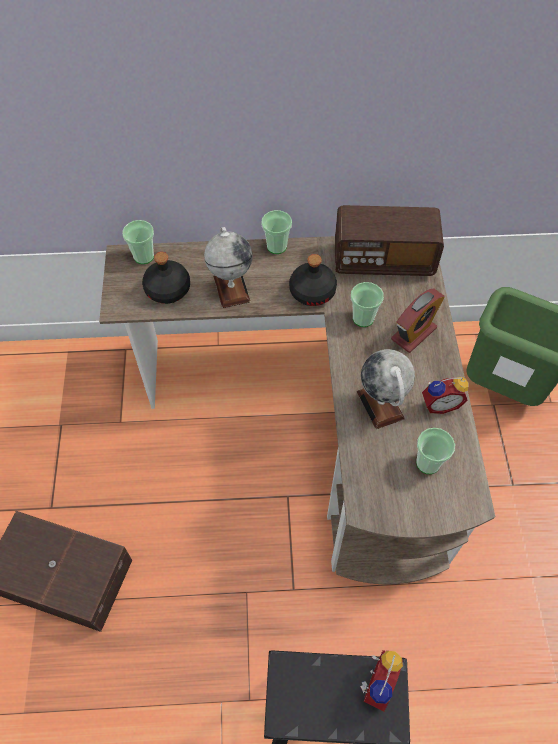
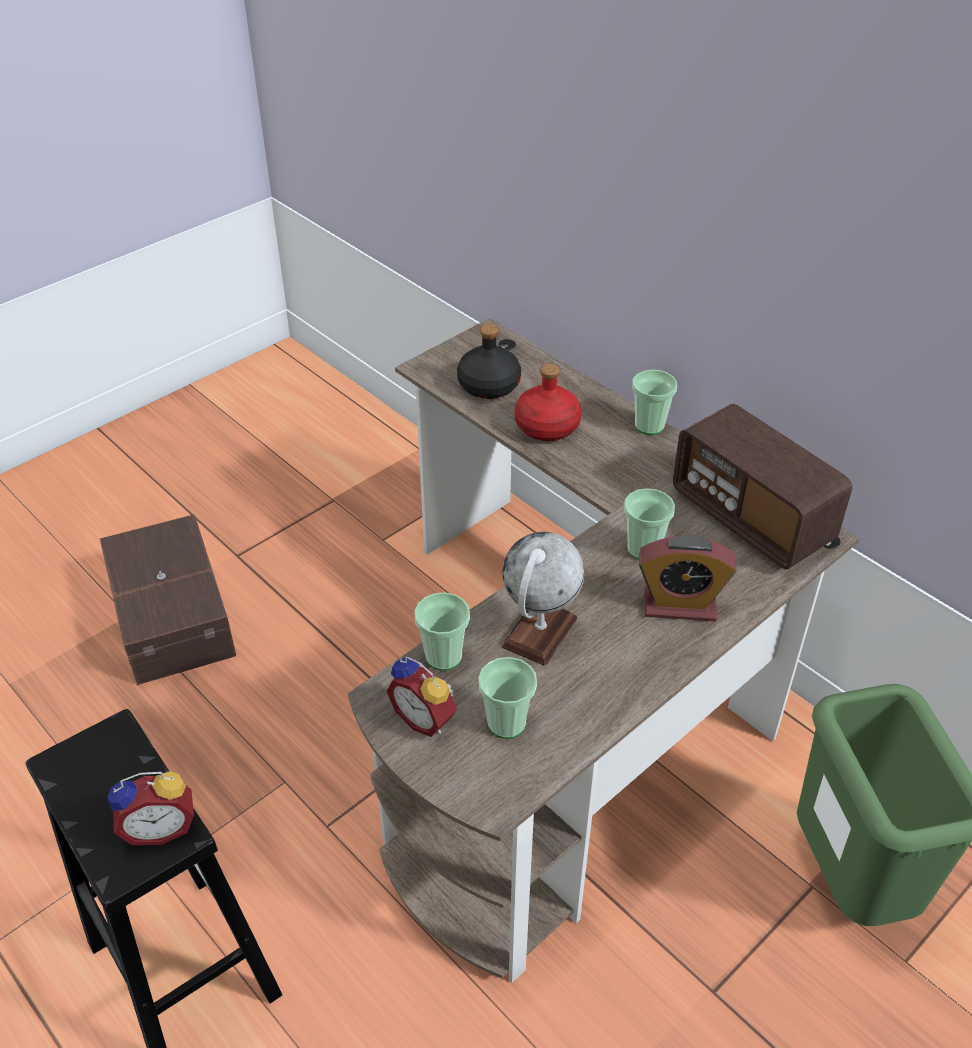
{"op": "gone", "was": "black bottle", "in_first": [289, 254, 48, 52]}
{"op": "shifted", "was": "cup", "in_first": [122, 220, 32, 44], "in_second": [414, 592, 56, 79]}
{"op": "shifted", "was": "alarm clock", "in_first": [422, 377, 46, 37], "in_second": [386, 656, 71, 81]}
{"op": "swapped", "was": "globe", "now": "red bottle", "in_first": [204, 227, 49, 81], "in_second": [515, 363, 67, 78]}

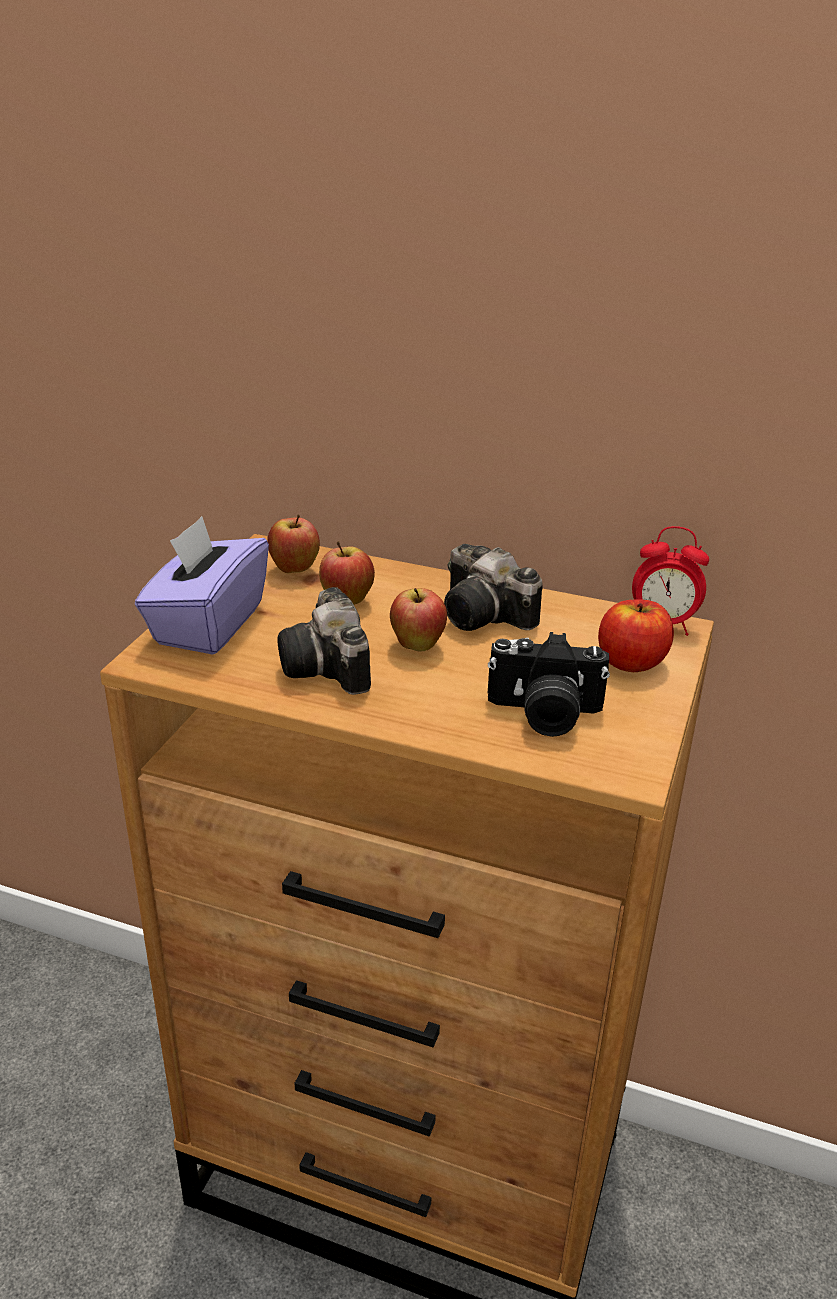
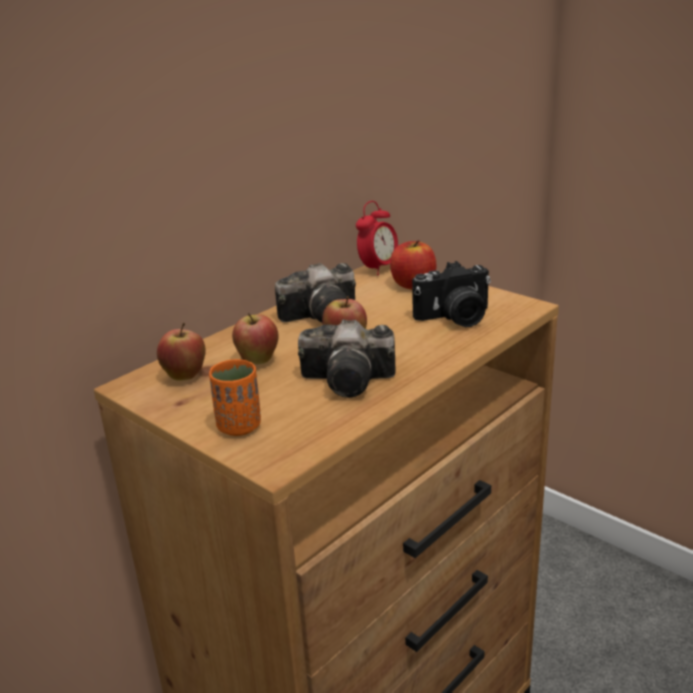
{"op": "swapped", "was": "purple tissue box", "now": "orange cup", "in_first": [135, 516, 134, 139], "in_second": [209, 359, 52, 77]}
{"op": "rotated", "was": "photo camera", "in_first": [488, 632, 122, 105], "in_second": [412, 261, 79, 66], "clockwise": 45}

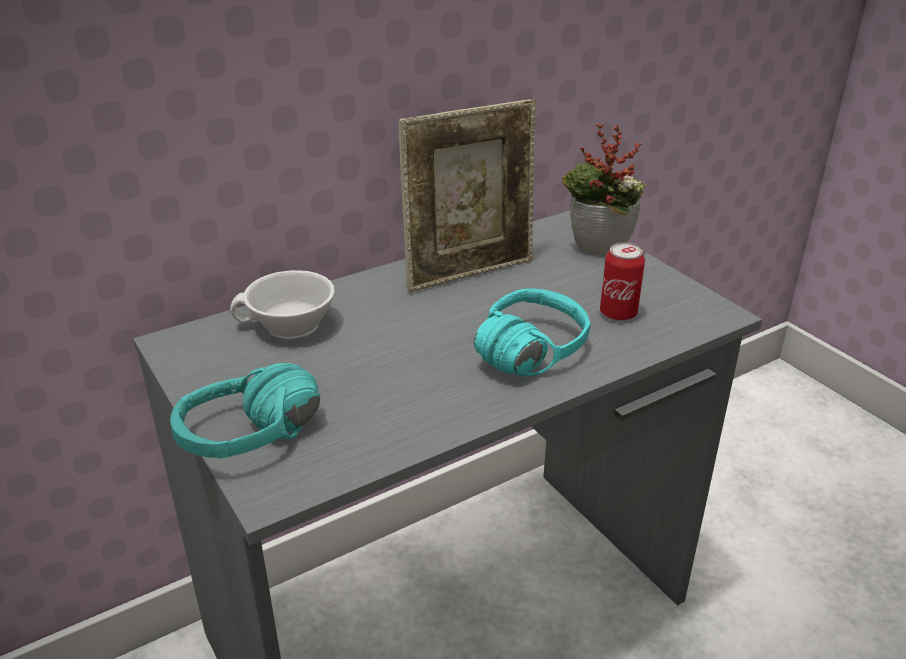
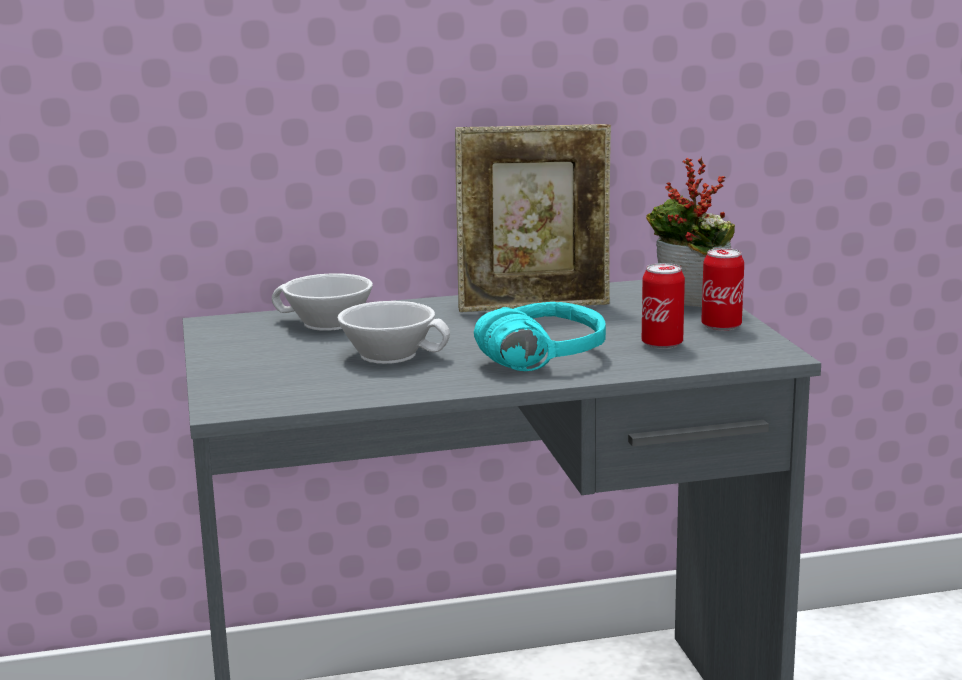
{"op": "gone", "was": "turquoise headphones", "in_first": [170, 363, 150, 96]}
{"op": "new", "now": "white cup", "in_second": [338, 301, 112, 63]}
{"op": "new", "now": "can", "in_second": [701, 248, 43, 83]}

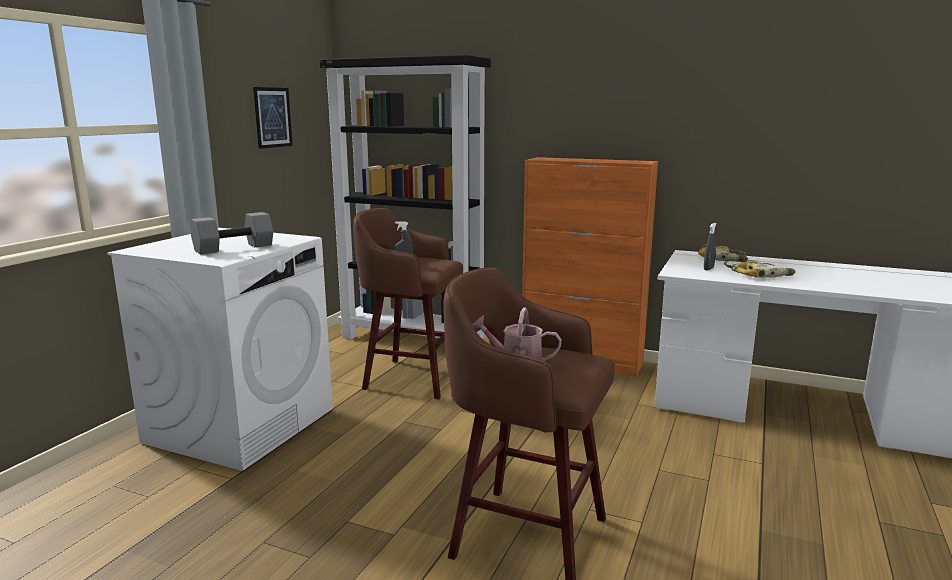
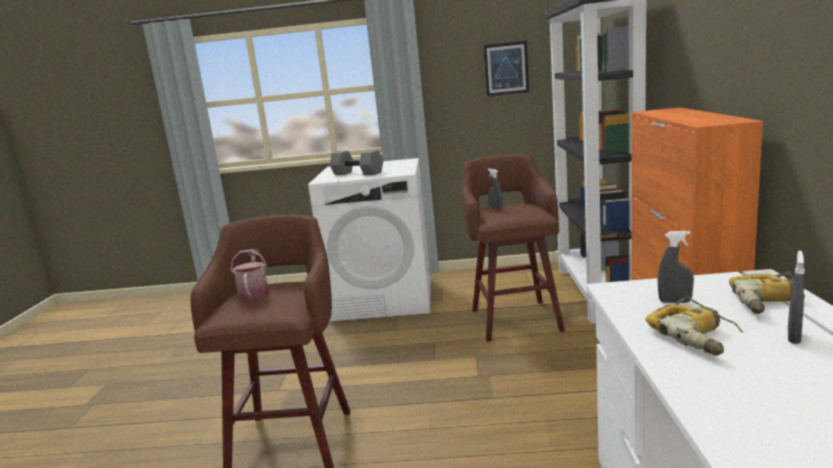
{"op": "new", "now": "grey spray bottle", "in_second": [788, 250, 17, 94]}

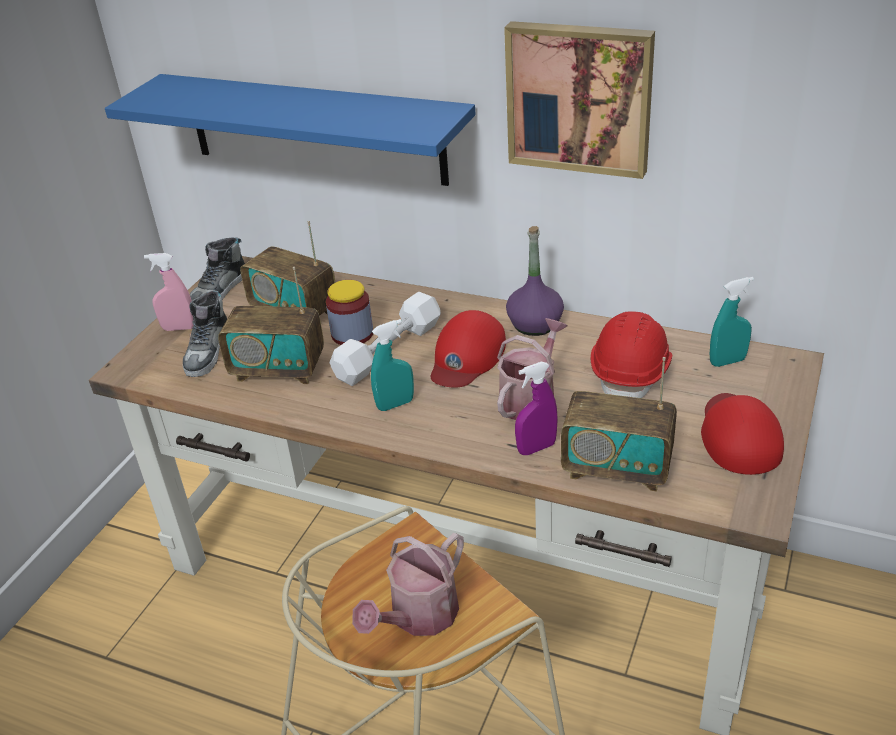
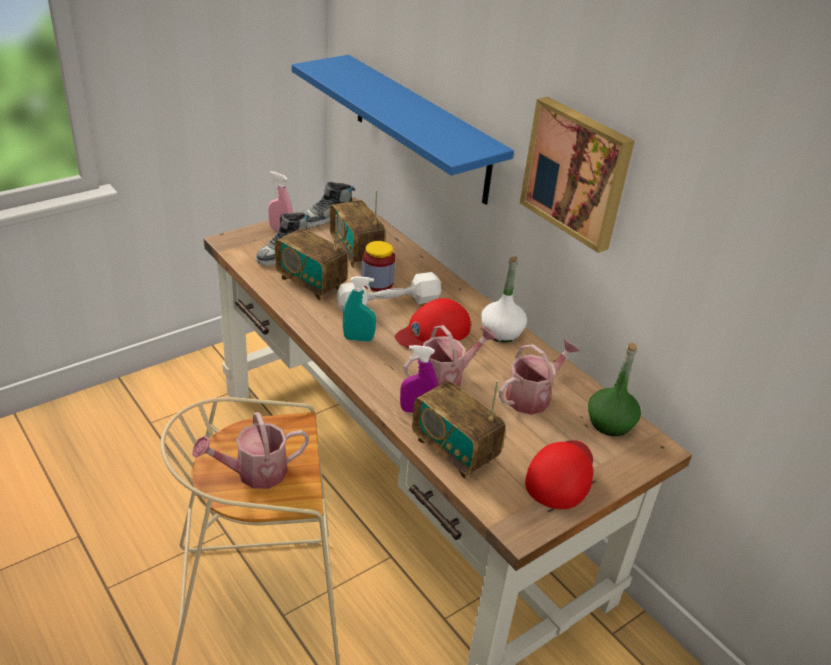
{"op": "swapped", "was": "red hard hat", "now": "watering can", "in_first": [591, 311, 81, 87], "in_second": [499, 339, 81, 76]}
{"op": "swapped", "was": "turquoise spray bottle", "now": "green bottle", "in_first": [710, 277, 44, 90], "in_second": [588, 343, 53, 93]}
{"op": "repainted", "was": "purple bottle", "now": "white bottle", "in_first": [506, 226, 58, 110], "in_second": [481, 257, 46, 85]}

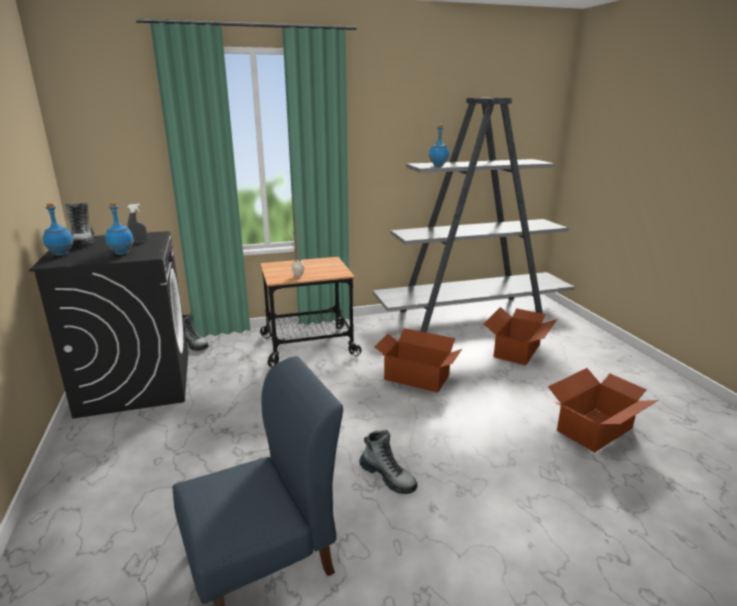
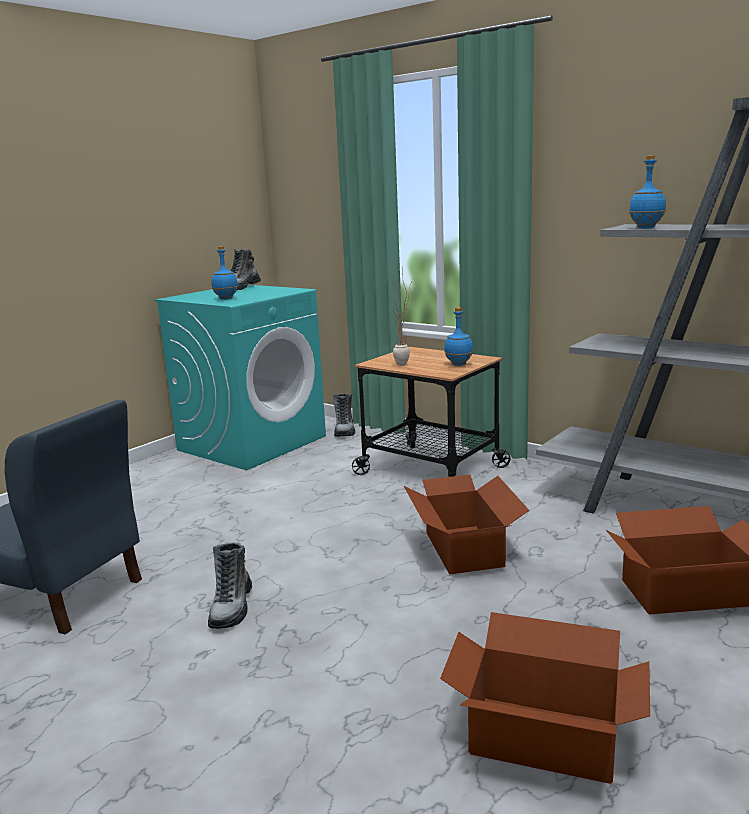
{"op": "gone", "was": "grey spray bottle", "in_first": [127, 204, 20, 40]}
{"op": "shifted", "was": "blue bottle", "in_first": [43, 203, 31, 53], "in_second": [444, 307, 29, 59]}
{"op": "repainted", "was": "black washing machine", "now": "turquoise washing machine", "in_first": [29, 231, 159, 188], "in_second": [155, 285, 171, 185]}

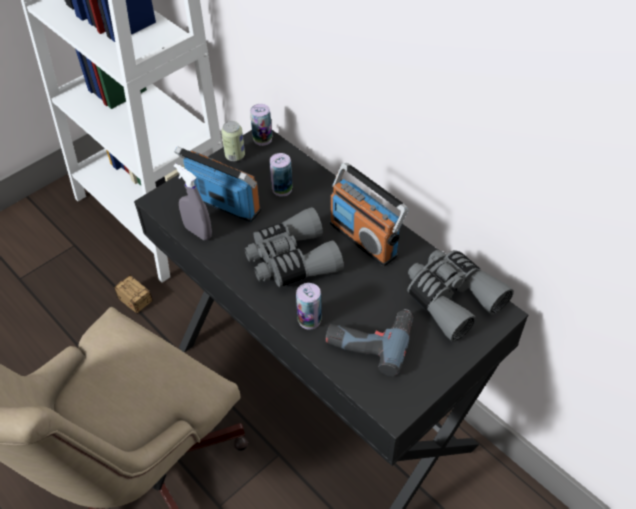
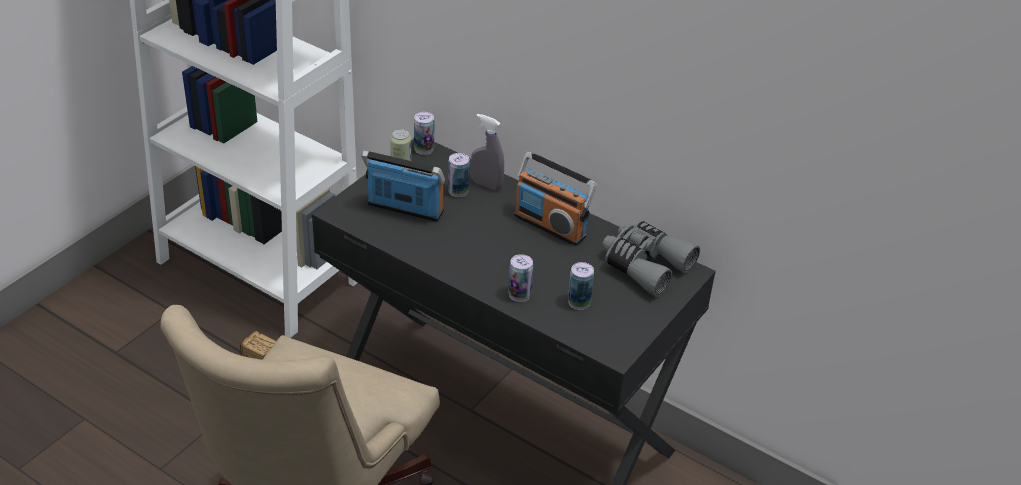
{"op": "gone", "was": "grey binoculars", "in_first": [244, 207, 100, 80]}
{"op": "shifted", "was": "grey spray bottle", "in_first": [174, 163, 38, 77], "in_second": [471, 114, 33, 76]}
{"op": "swapped", "was": "power drill", "now": "can", "in_first": [325, 309, 88, 67], "in_second": [568, 262, 26, 48]}

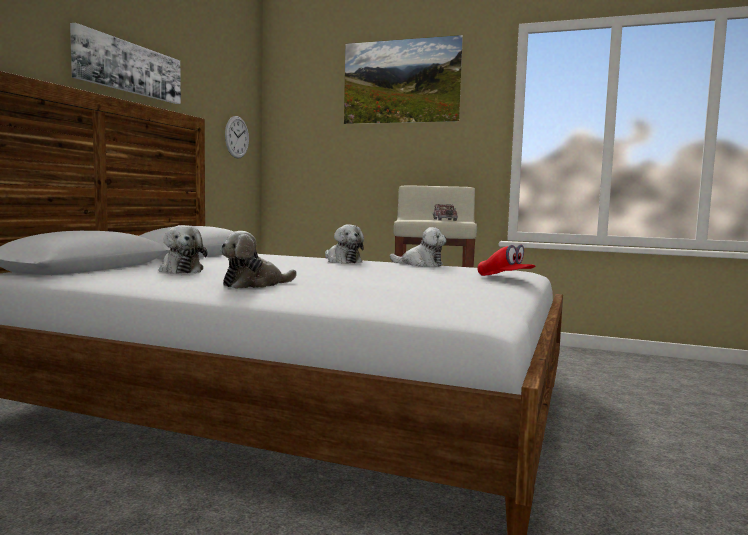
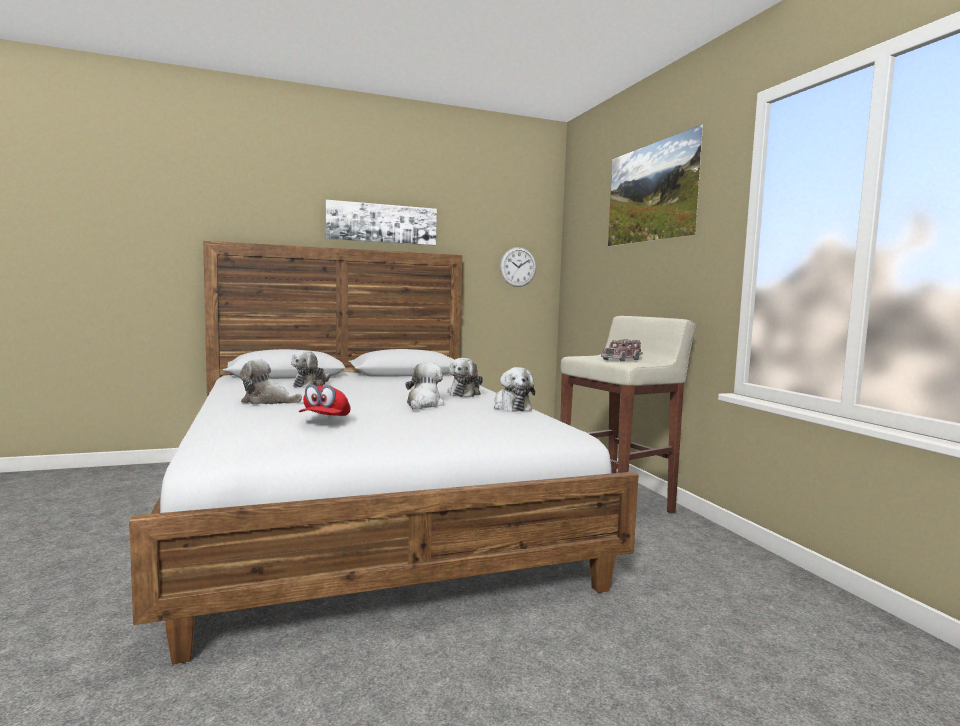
{"op": "new", "now": "plush toy", "in_second": [406, 362, 38, 48]}
{"op": "shifted", "was": "red cap", "in_first": [477, 244, 58, 32], "in_second": [299, 384, 52, 32]}

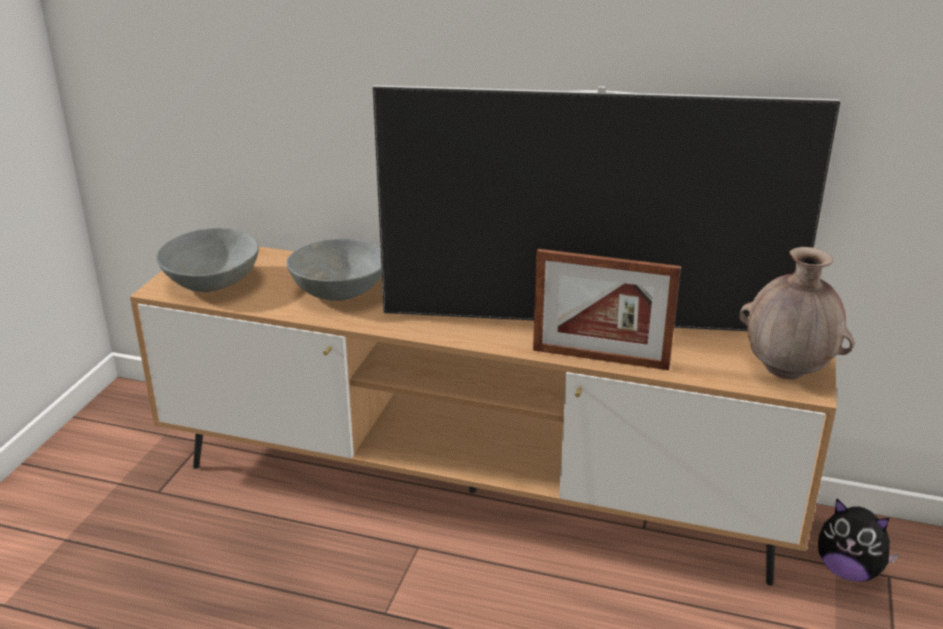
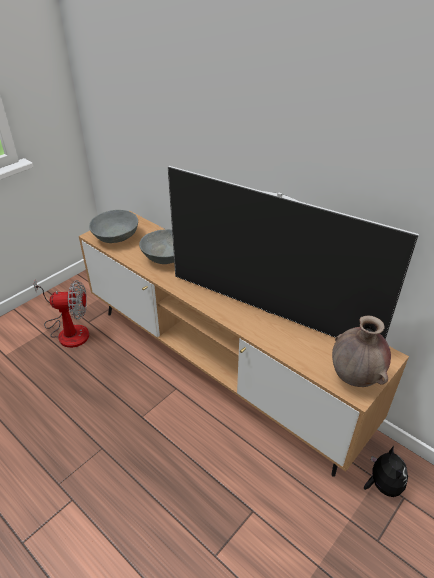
{"op": "gone", "was": "picture frame", "in_first": [533, 249, 148, 121]}
{"op": "new", "now": "fan", "in_second": [34, 279, 55, 69]}
{"op": "rotated", "was": "plush toy", "in_first": [818, 498, 82, 84], "in_second": [364, 446, 44, 51], "clockwise": -150}

